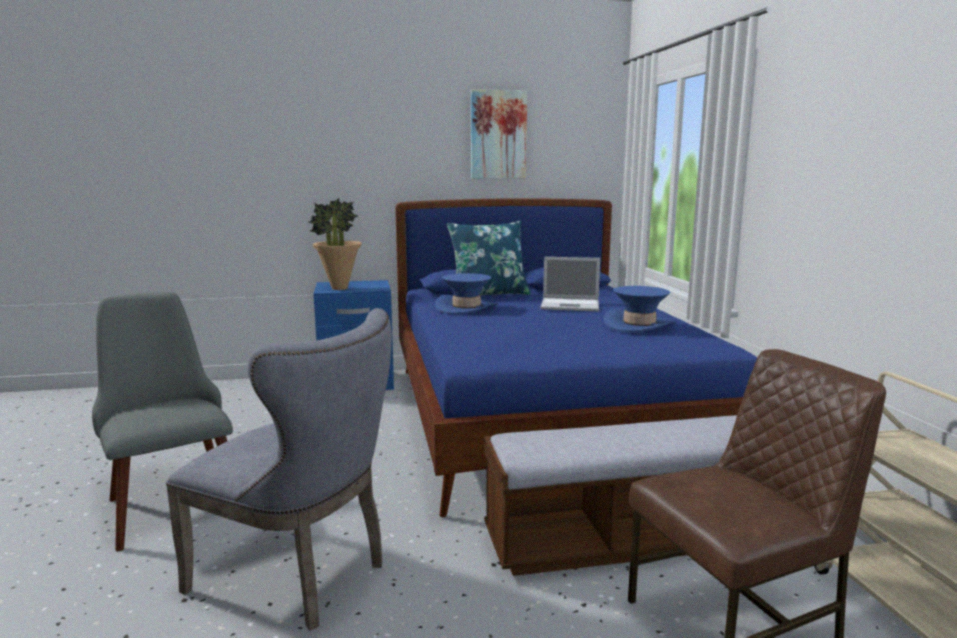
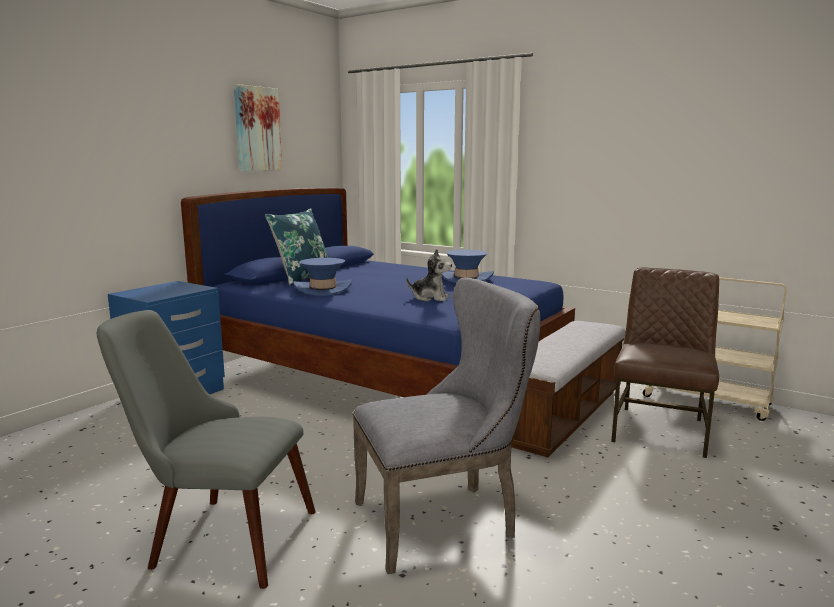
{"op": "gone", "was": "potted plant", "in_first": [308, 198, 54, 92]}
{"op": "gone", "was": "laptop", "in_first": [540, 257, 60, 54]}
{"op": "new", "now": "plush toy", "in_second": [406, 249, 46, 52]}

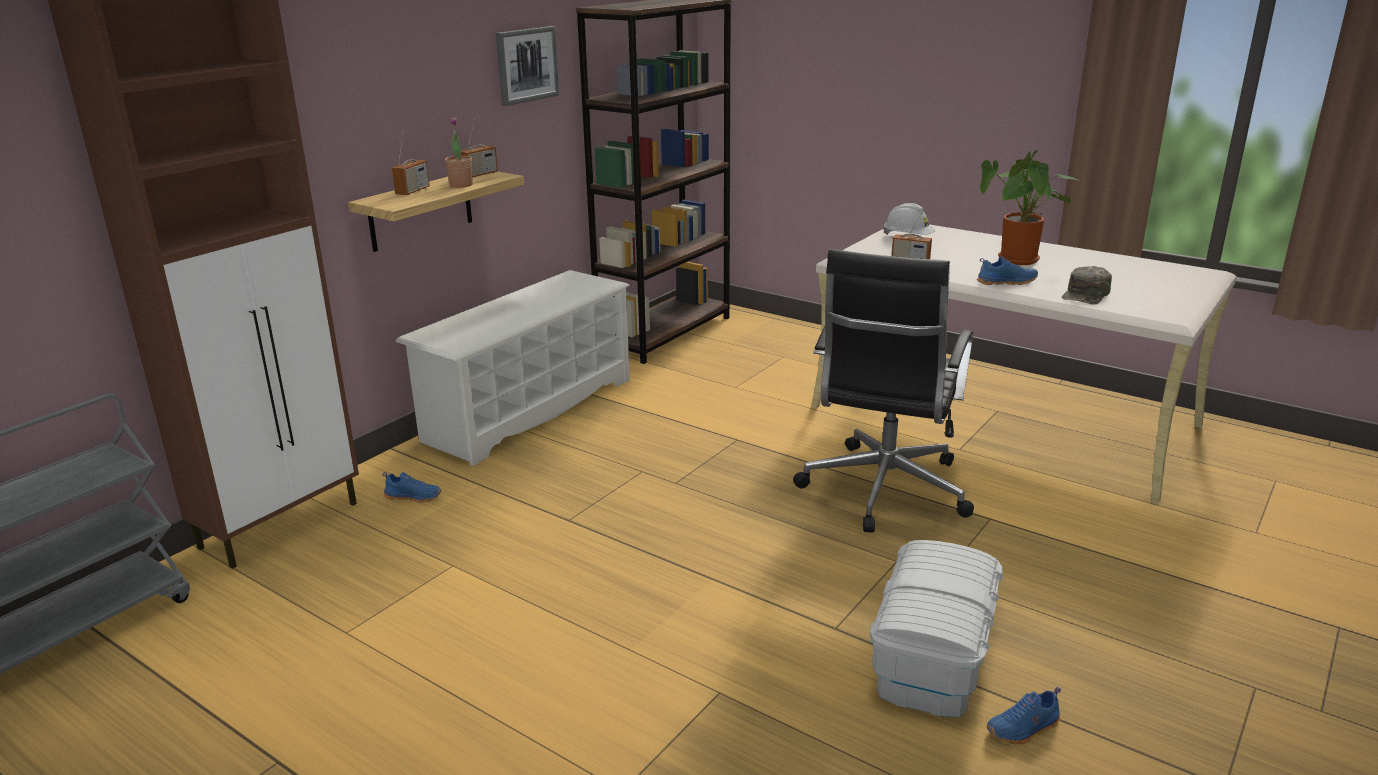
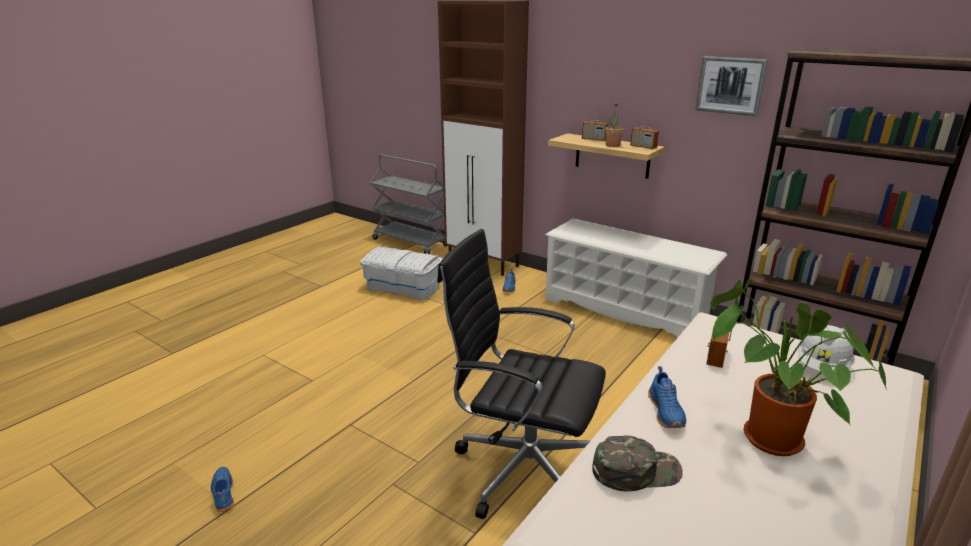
{"op": "shifted", "was": "white storage box", "in_first": [870, 540, 133, 177], "in_second": [360, 246, 83, 54]}
{"op": "rotated", "was": "green cap", "in_first": [1062, 266, 50, 38], "in_second": [592, 435, 91, 56], "clockwise": 135}

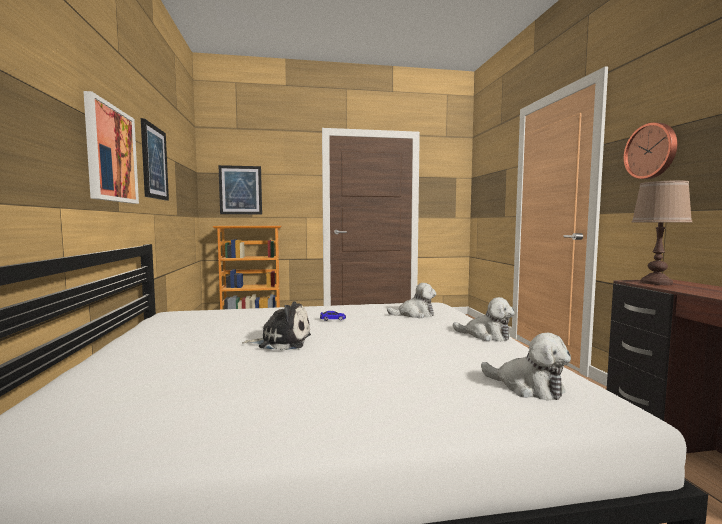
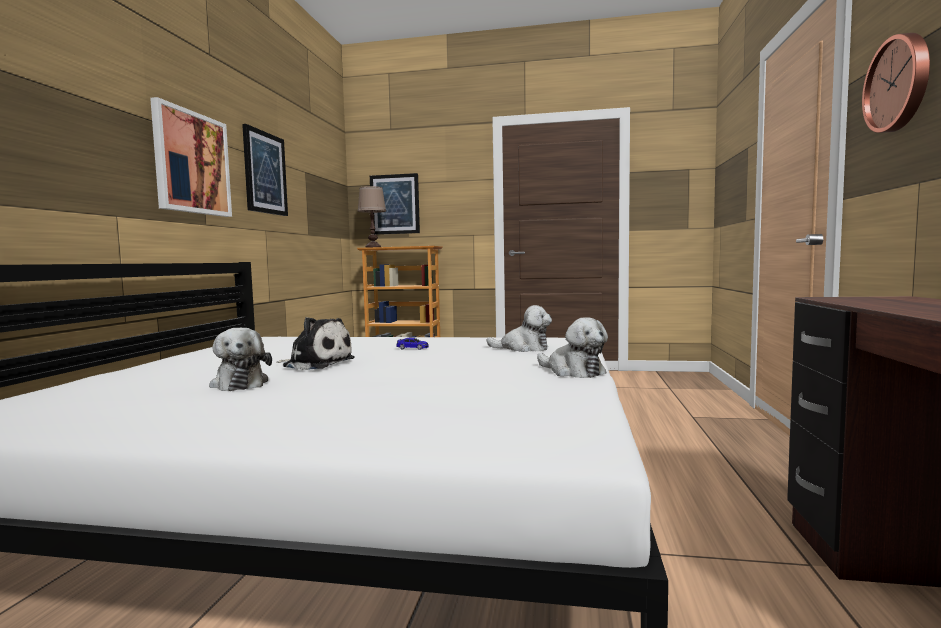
{"op": "shifted", "was": "plush toy", "in_first": [481, 333, 90, 67], "in_second": [209, 328, 63, 63]}
{"op": "shifted", "was": "brown table lamp", "in_first": [632, 180, 60, 105], "in_second": [358, 186, 28, 62]}

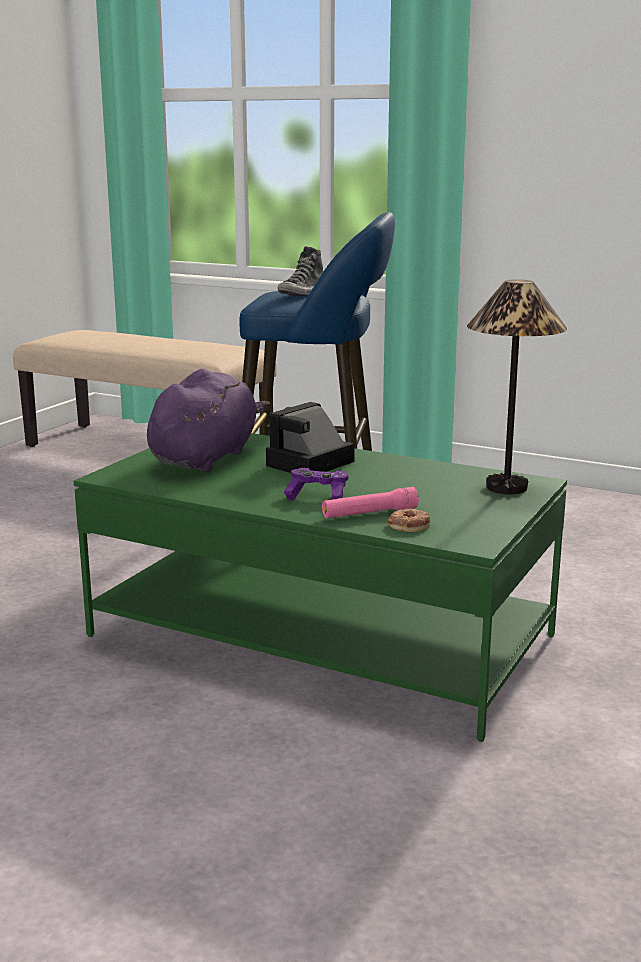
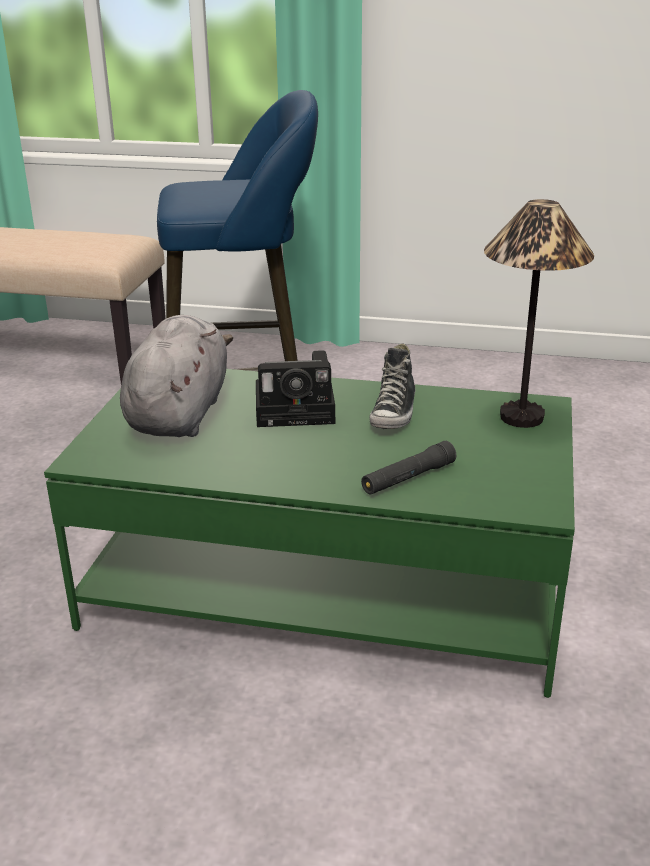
{"op": "gone", "was": "purple game controller", "in_first": [284, 468, 64, 32]}
{"op": "gone", "was": "donut", "in_first": [388, 508, 42, 24]}
{"op": "shifted", "was": "shoe", "in_first": [277, 246, 47, 50], "in_second": [369, 343, 46, 86]}
{"op": "repainted", "was": "purple plush toy", "now": "grey plush toy", "in_first": [147, 369, 124, 103], "in_second": [120, 315, 113, 122]}
{"op": "repainted", "was": "pink flashlight", "now": "black flashlight", "in_first": [322, 487, 97, 31], "in_second": [361, 441, 95, 54]}
{"op": "rotated", "was": "photo camera", "in_first": [266, 402, 89, 71], "in_second": [256, 350, 79, 77], "clockwise": -120}

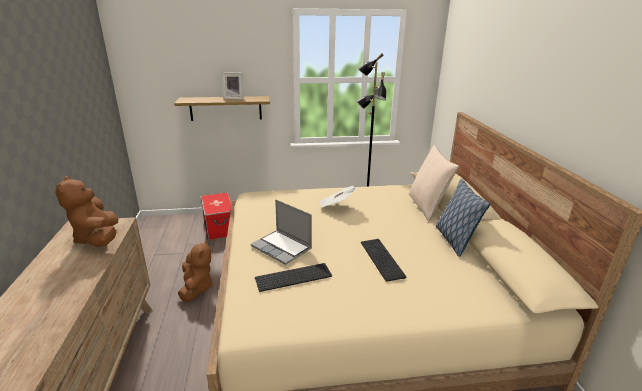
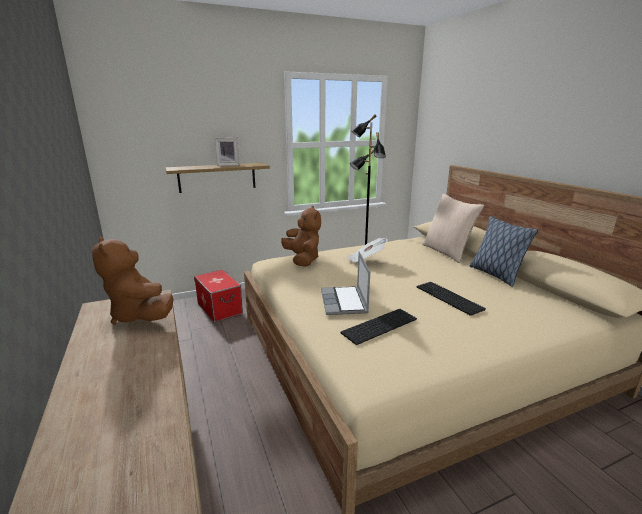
{"op": "shifted", "was": "brown plush toy", "in_first": [178, 240, 35, 62], "in_second": [281, 206, 40, 61]}
{"op": "rotated", "was": "laptop", "in_first": [251, 199, 61, 66], "in_second": [321, 252, 49, 63], "clockwise": 60}

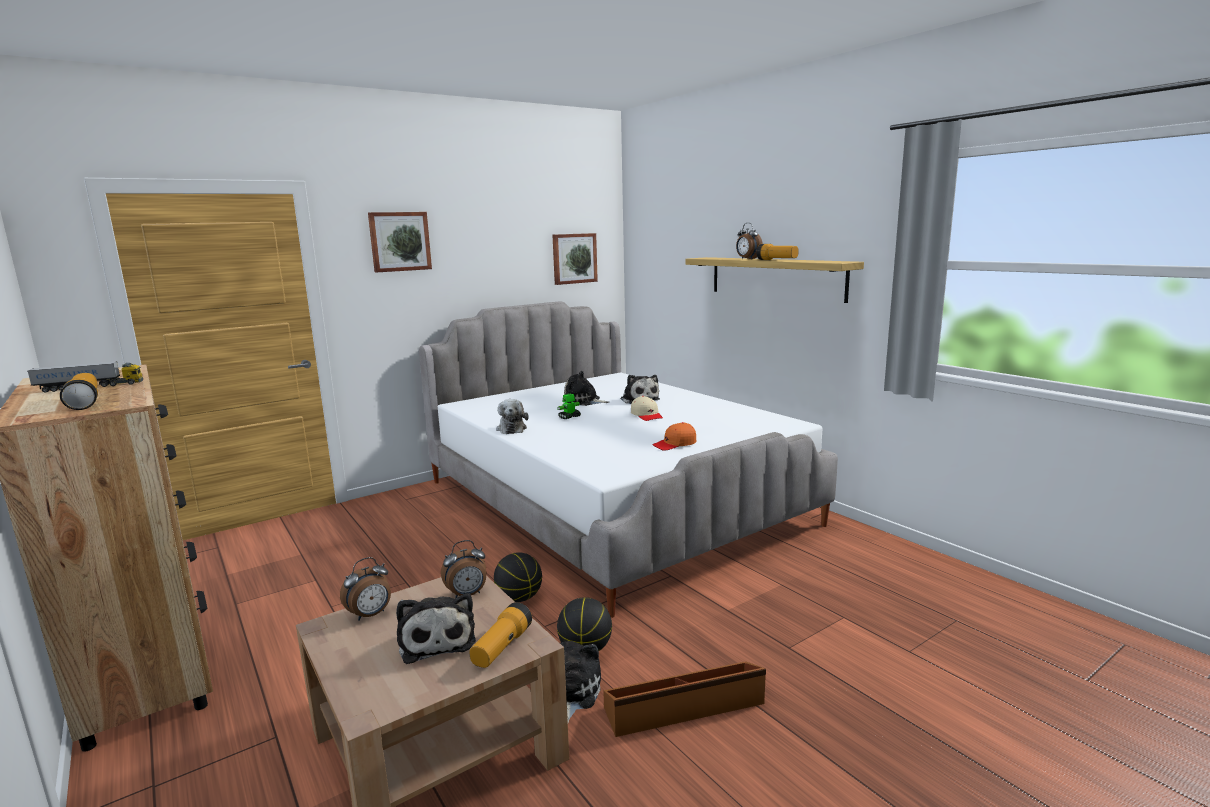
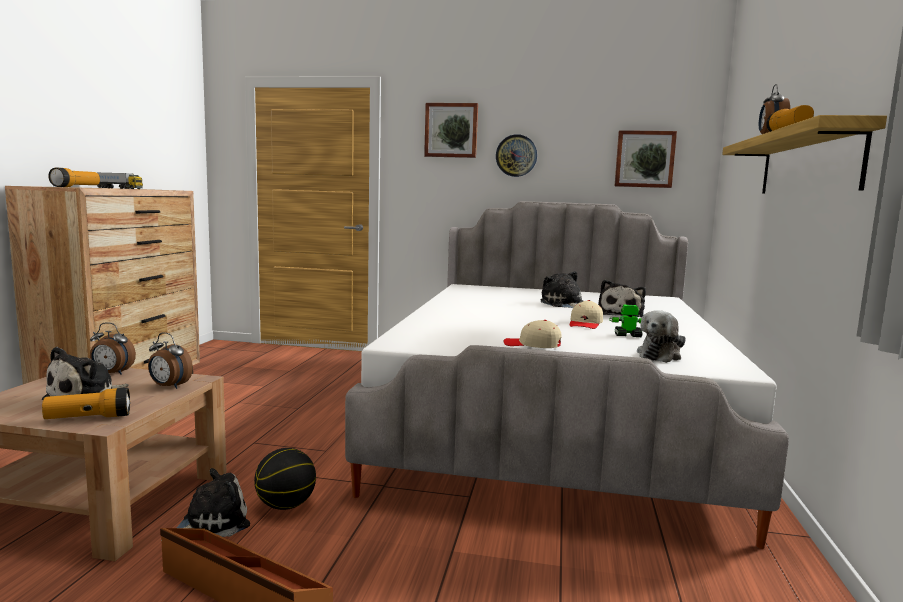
{"op": "gone", "was": "basketball", "in_first": [494, 552, 48, 50]}
{"op": "new", "now": "wall clock", "in_second": [496, 134, 41, 43]}
{"op": "shifted", "was": "plush toy", "in_first": [496, 399, 33, 35], "in_second": [637, 310, 49, 53]}
{"op": "shifted", "was": "toy robot", "in_first": [557, 393, 24, 26], "in_second": [609, 305, 33, 32]}
{"op": "repainted", "was": "orange cap", "now": "beige cap", "in_first": [652, 422, 44, 29], "in_second": [503, 320, 59, 28]}

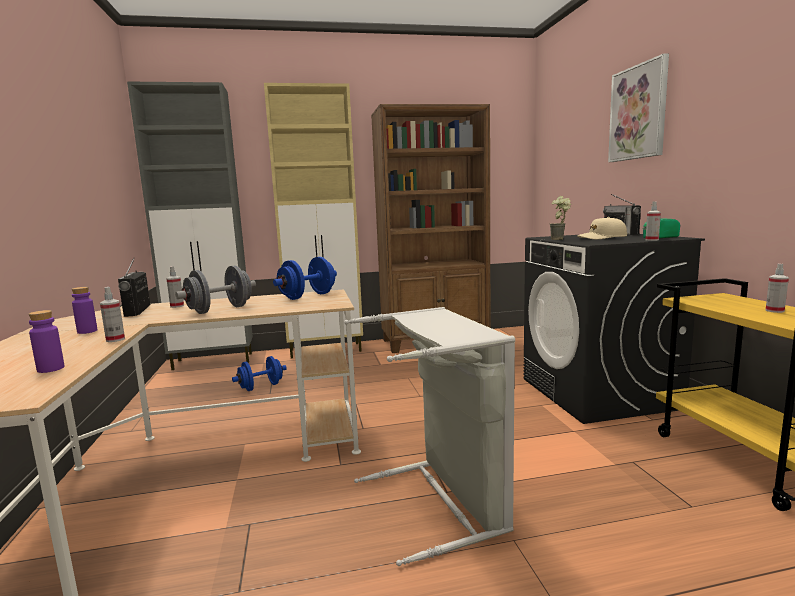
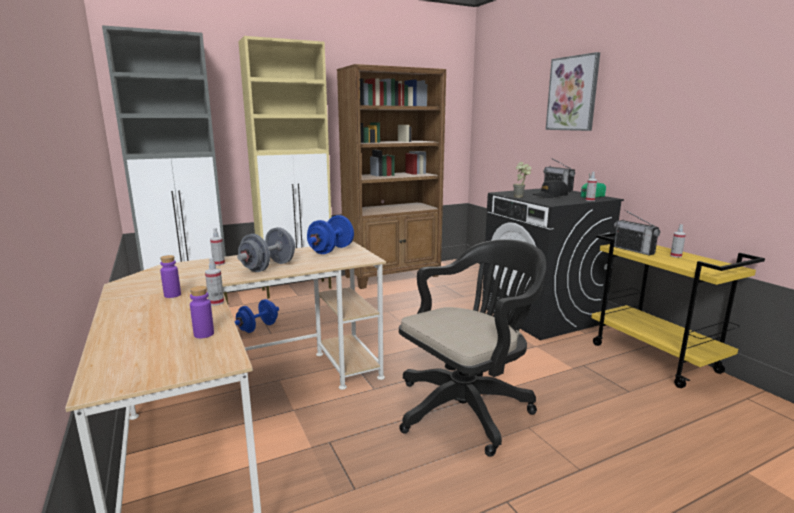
{"op": "shifted", "was": "radio", "in_first": [118, 258, 32, 59], "in_second": [614, 210, 46, 46]}
{"op": "swapped", "was": "grey laundry basket", "now": "black office chair", "in_first": [344, 307, 171, 259], "in_second": [399, 239, 147, 218]}
{"op": "repainted", "was": "beige cap", "now": "black cap", "in_first": [578, 217, 49, 23], "in_second": [533, 179, 35, 19]}

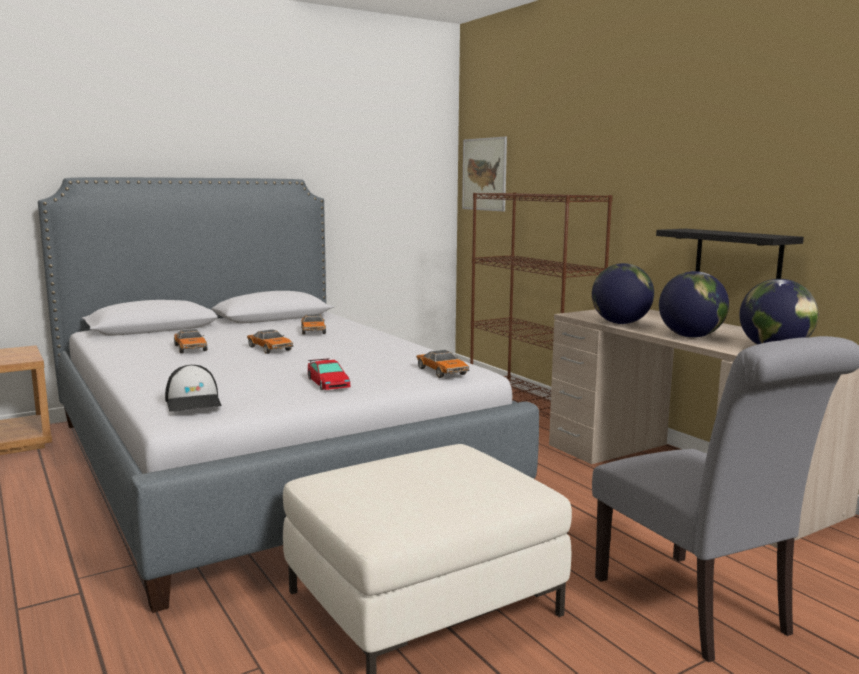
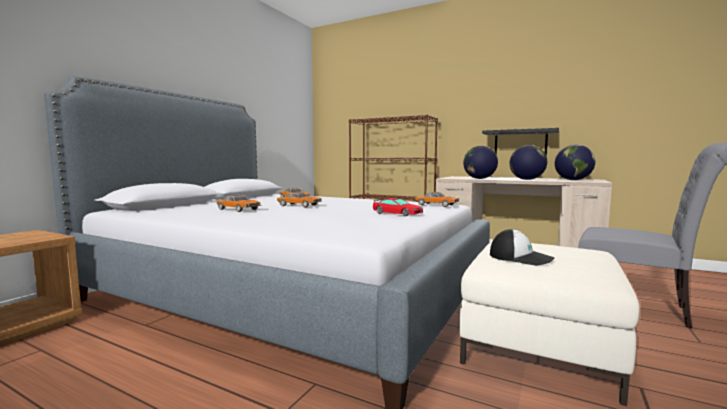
{"op": "gone", "was": "picture", "in_first": [462, 136, 45, 76]}
{"op": "shifted", "was": "cap", "in_first": [165, 364, 56, 48], "in_second": [490, 229, 64, 37]}

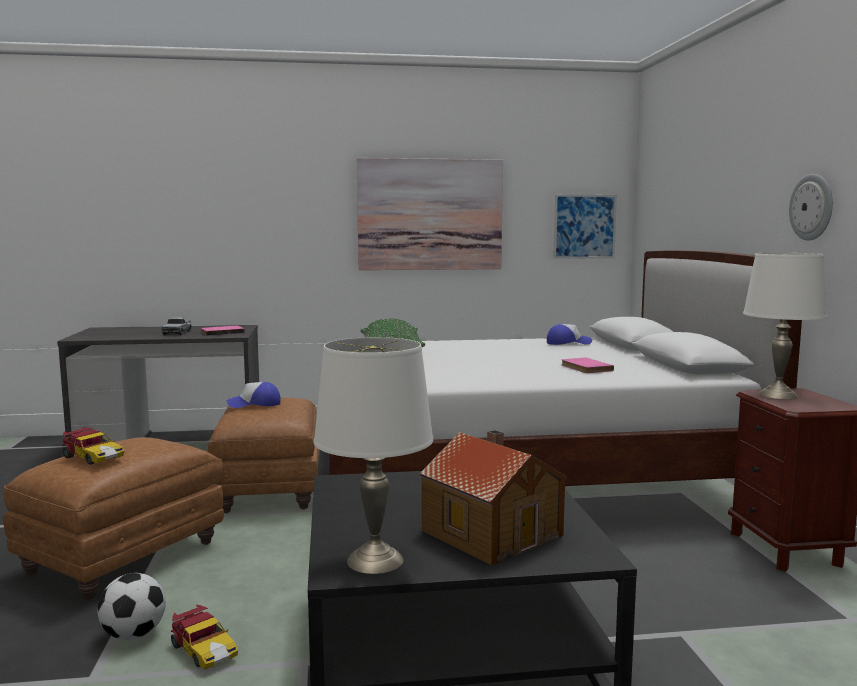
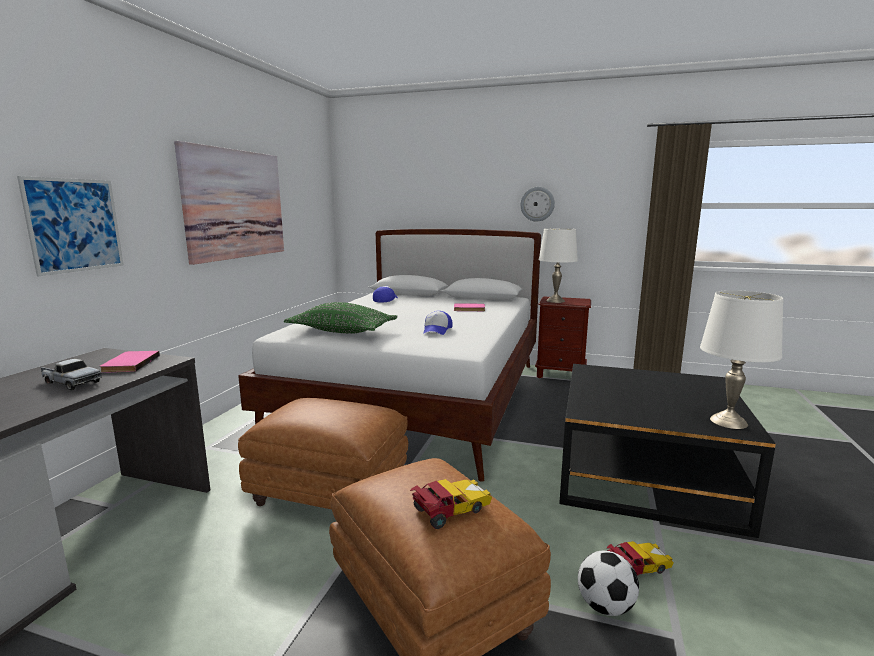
{"op": "gone", "was": "toy house", "in_first": [419, 430, 148, 135]}
{"op": "shifted", "was": "cap", "in_first": [226, 382, 55, 26], "in_second": [423, 311, 30, 24]}
{"op": "shifted", "was": "picture", "in_first": [553, 194, 64, 65], "in_second": [17, 176, 107, 100]}

